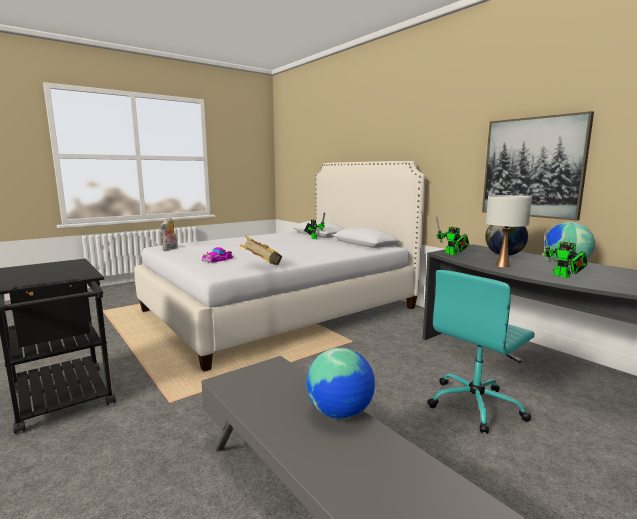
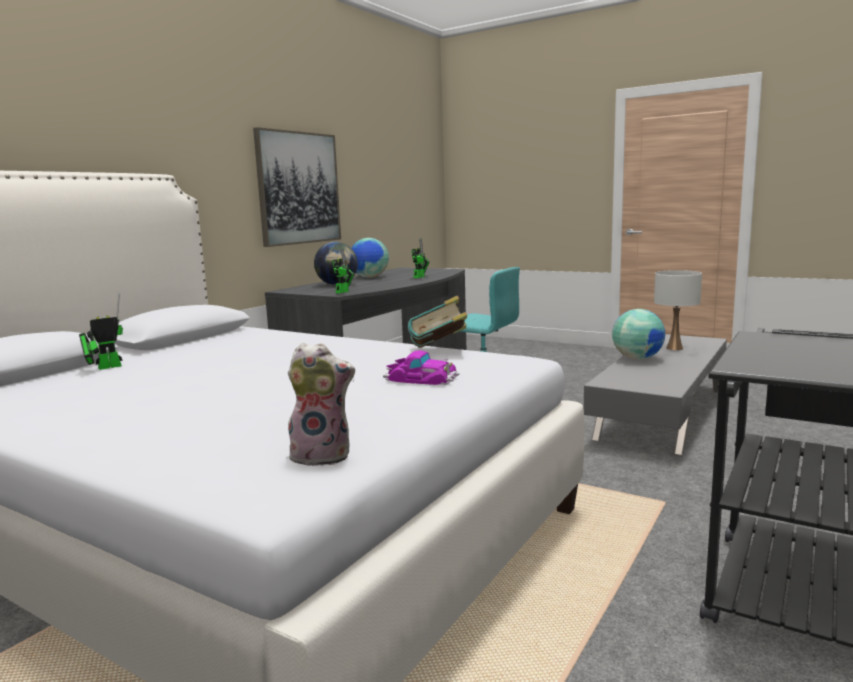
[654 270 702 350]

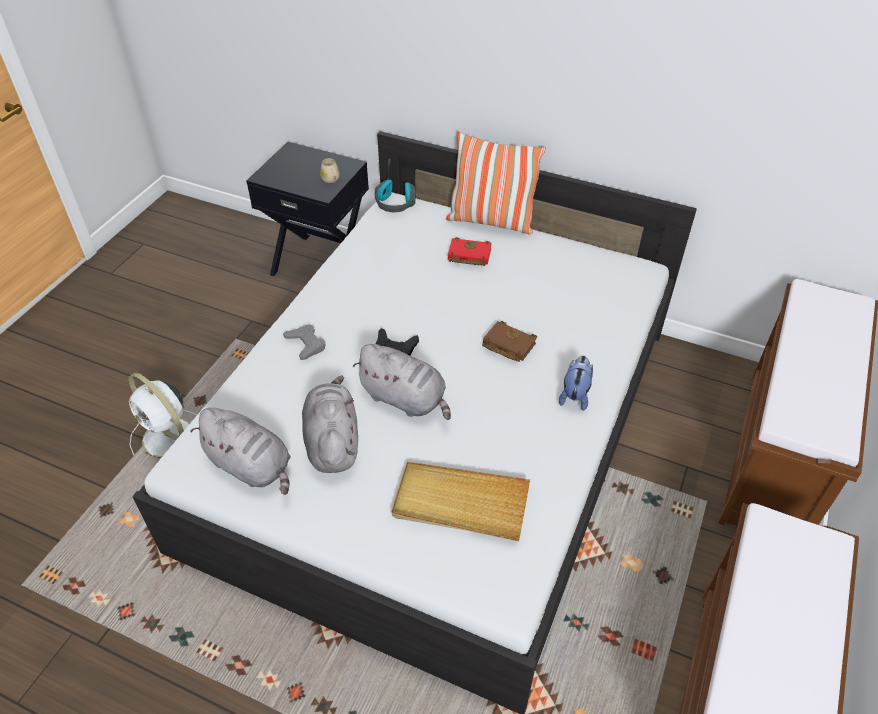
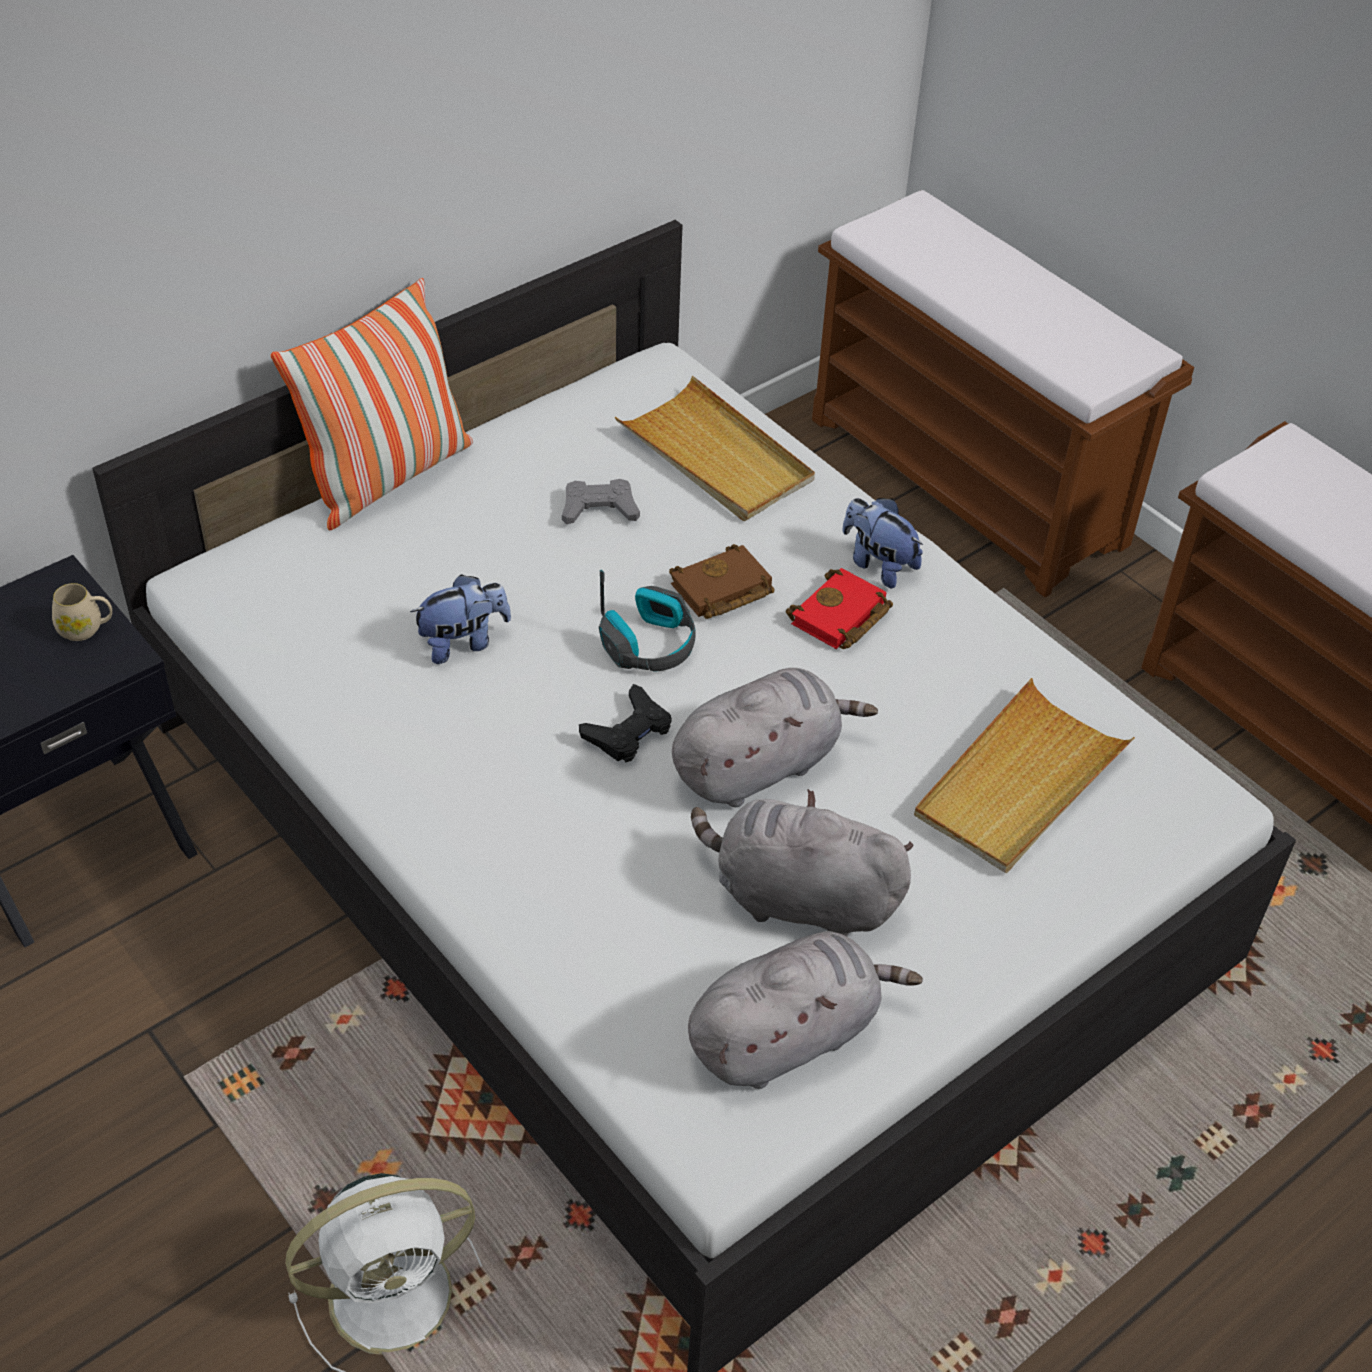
[410 574 511 664]
[562 479 640 524]
[599 570 696 671]
[615 376 815 521]
[786 568 893 649]

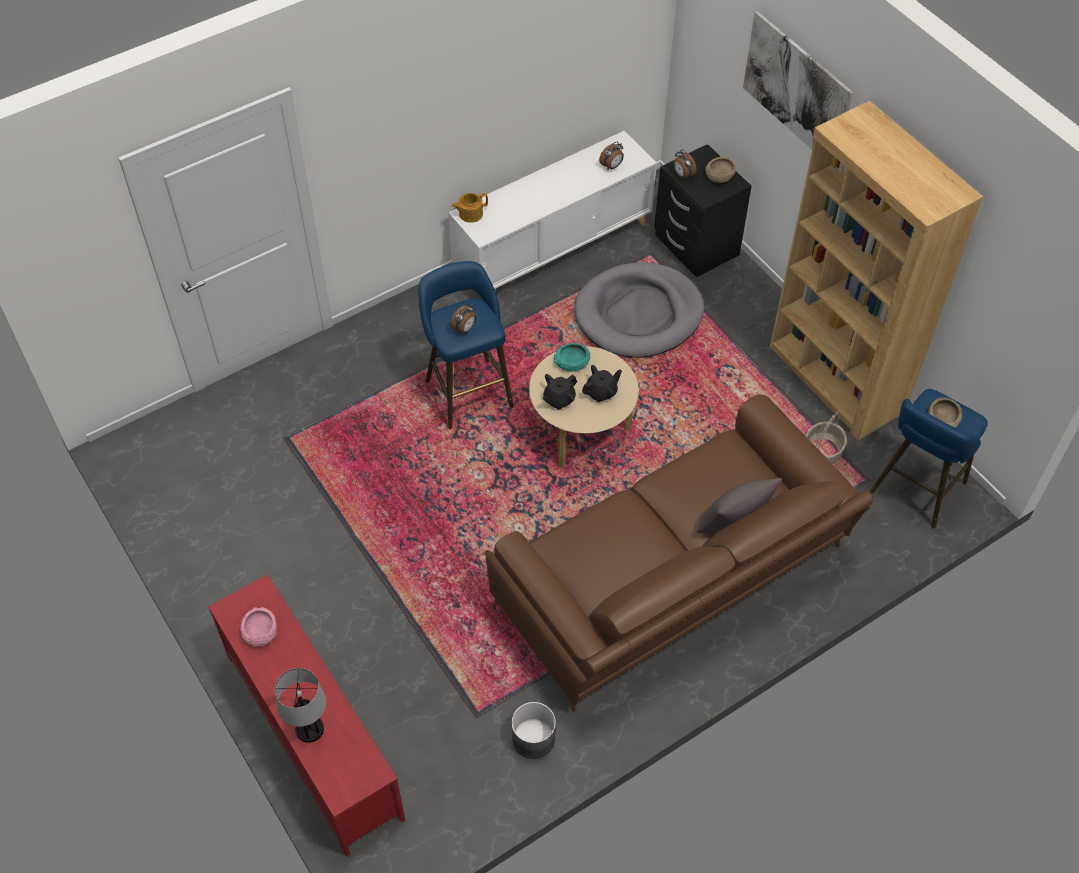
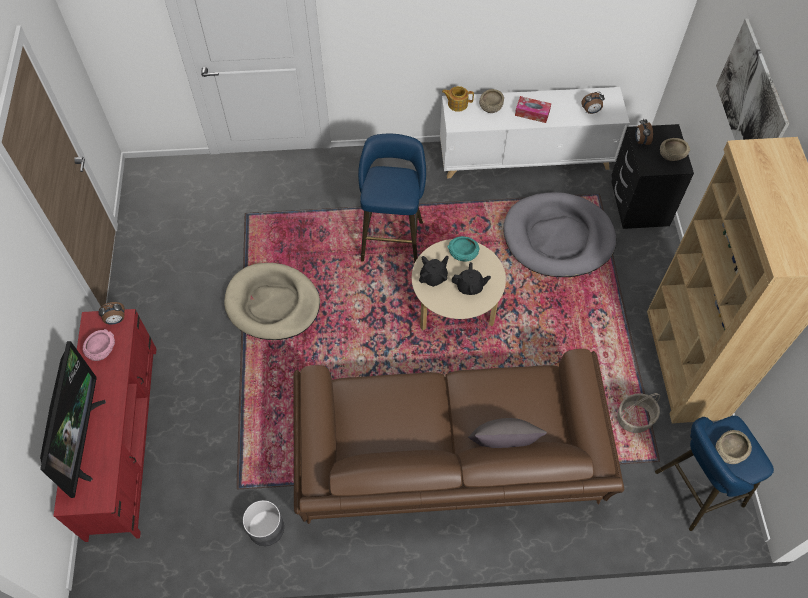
[40 341 106 498]
[99 302 125 325]
[224 263 320 340]
[419 256 449 287]
[479 89 504 113]
[515 96 551 123]

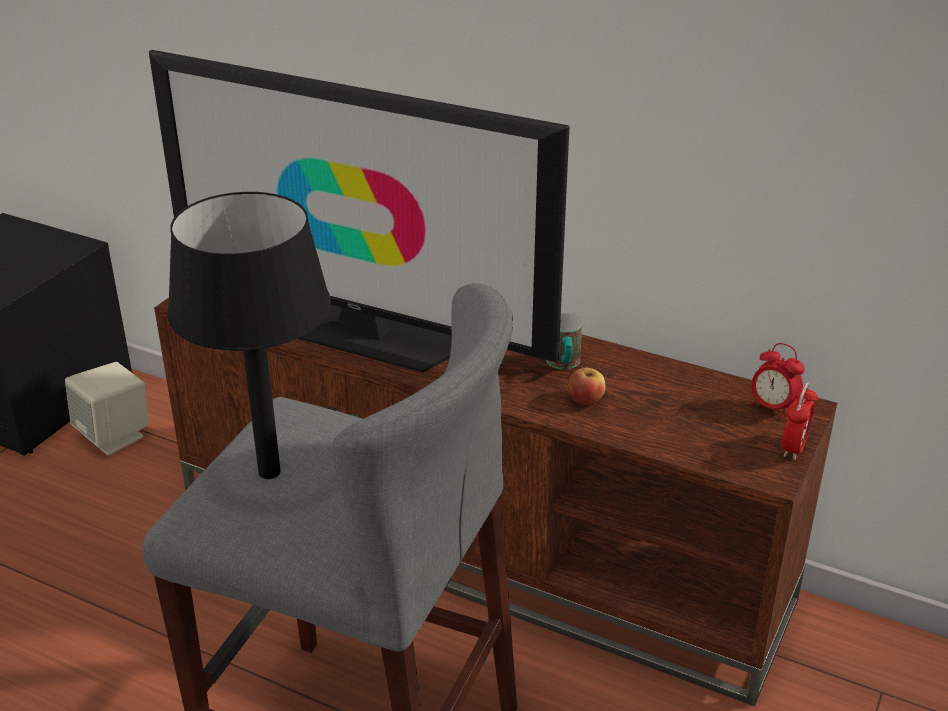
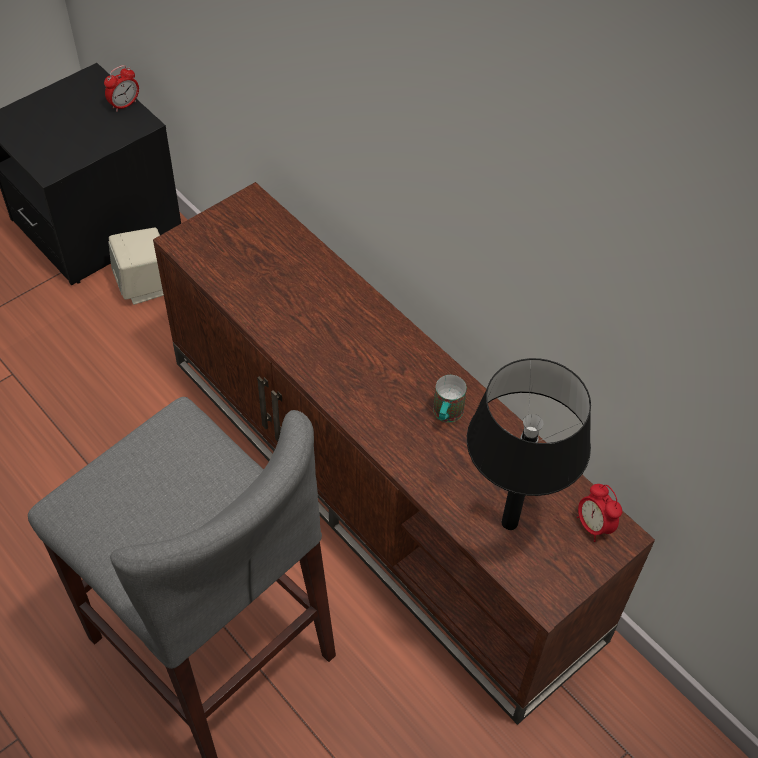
[104 65 139 112]
[467 358 591 530]
[149 50 570 373] (first image)
[568 367 606 405] (first image)

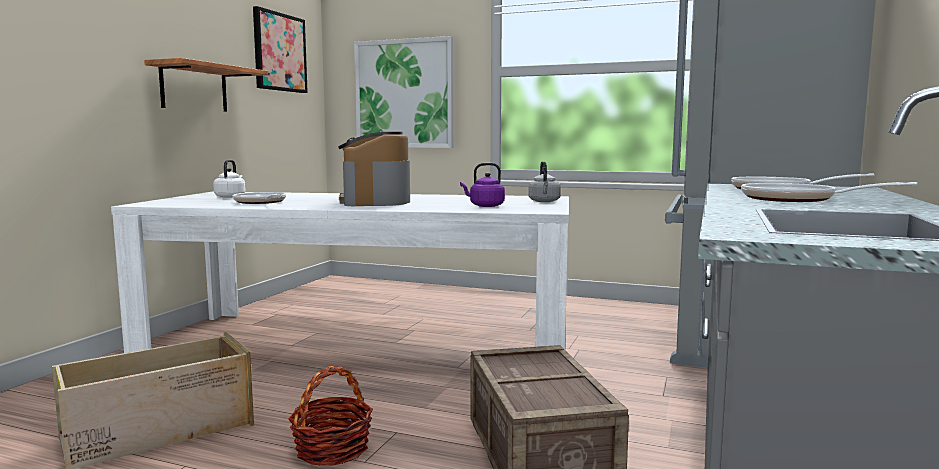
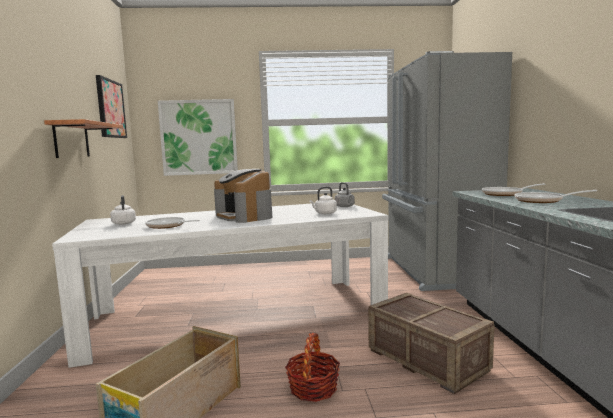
[309 186 337 214]

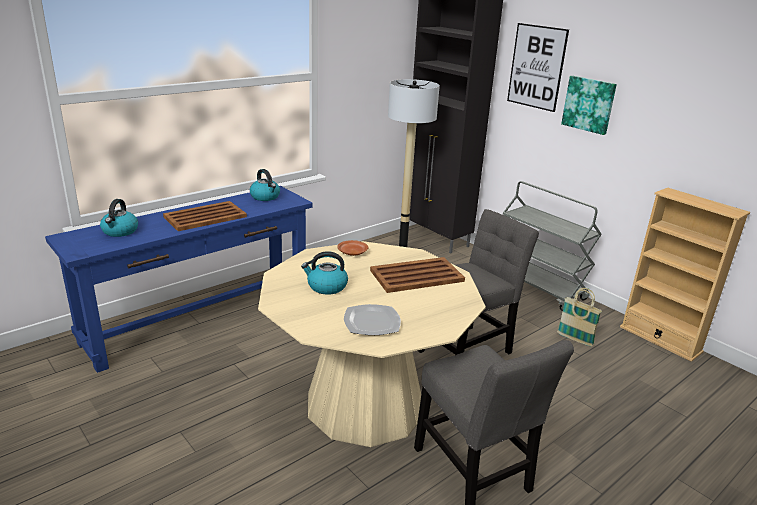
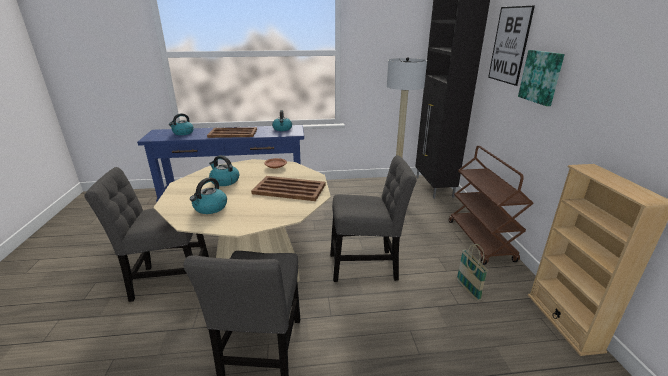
[84 167 209 302]
[190 177 227 214]
[449 146 534 265]

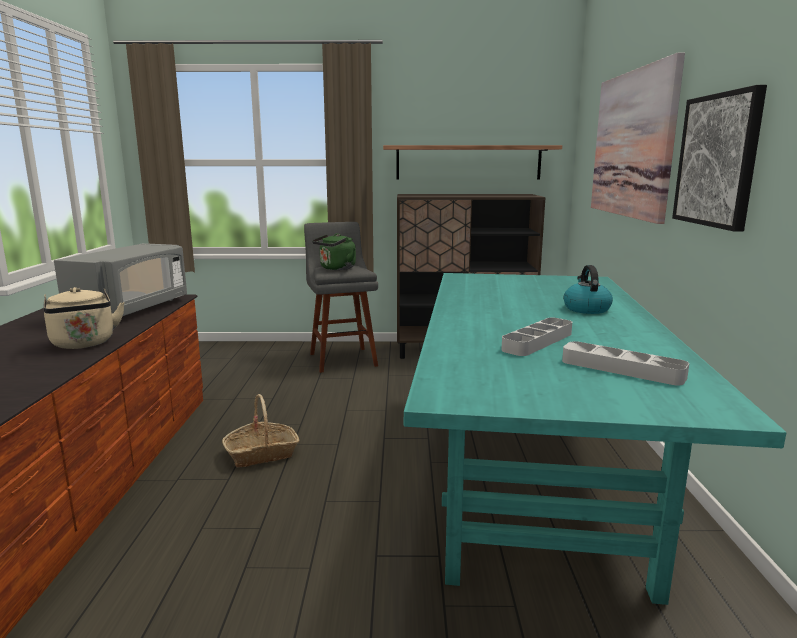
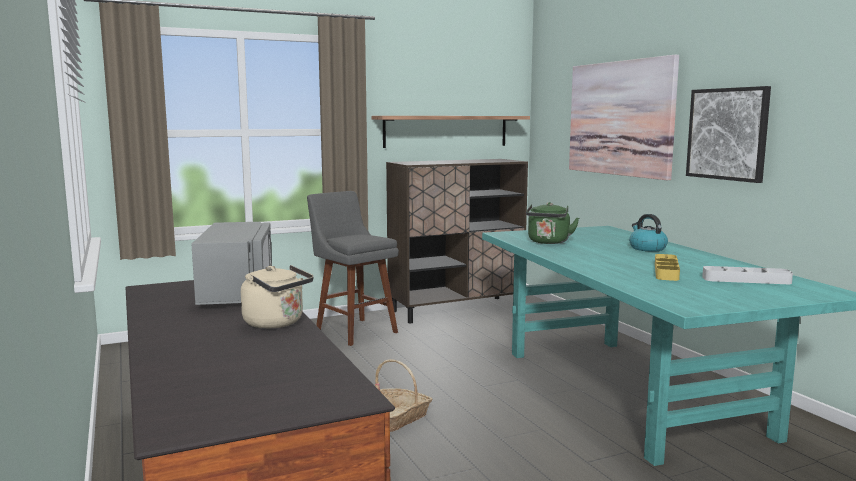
[526 202 579 244]
[655 254 680 281]

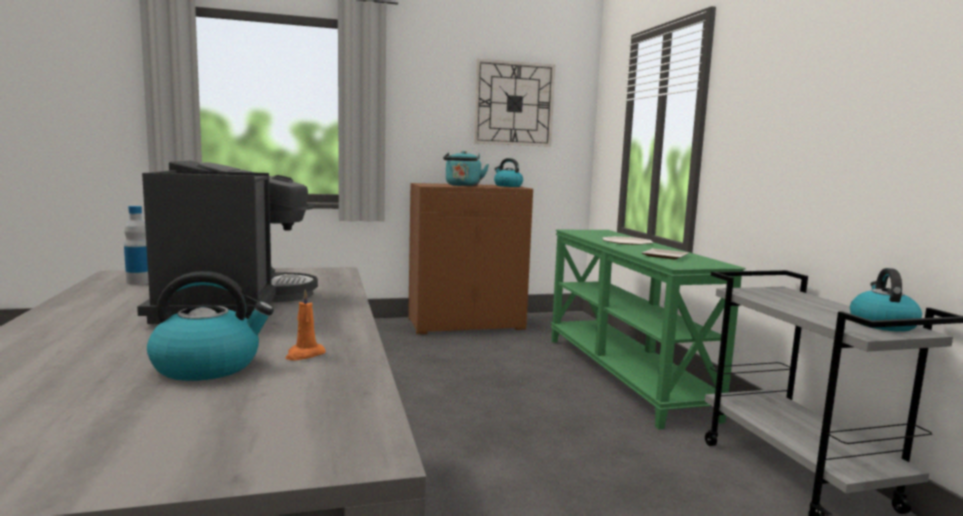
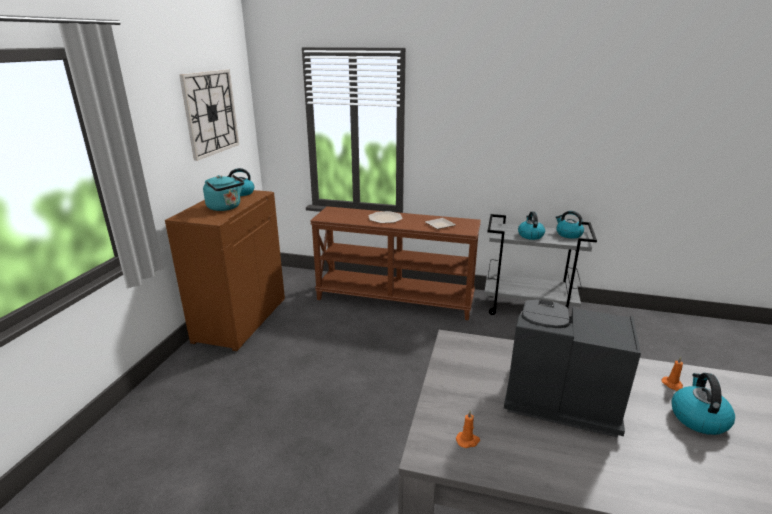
[310 206 481 320]
[456 411 480 448]
[518 212 545 240]

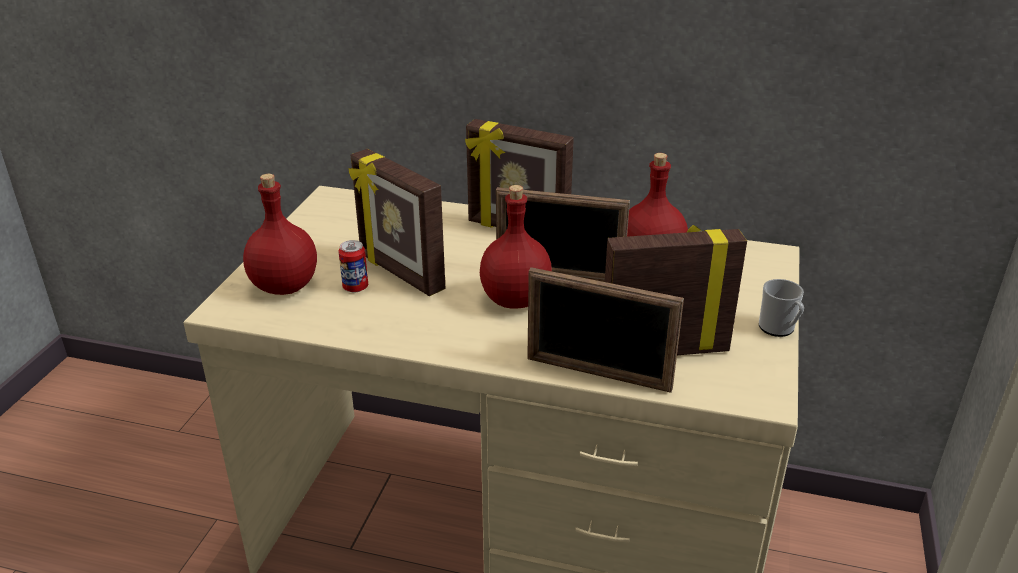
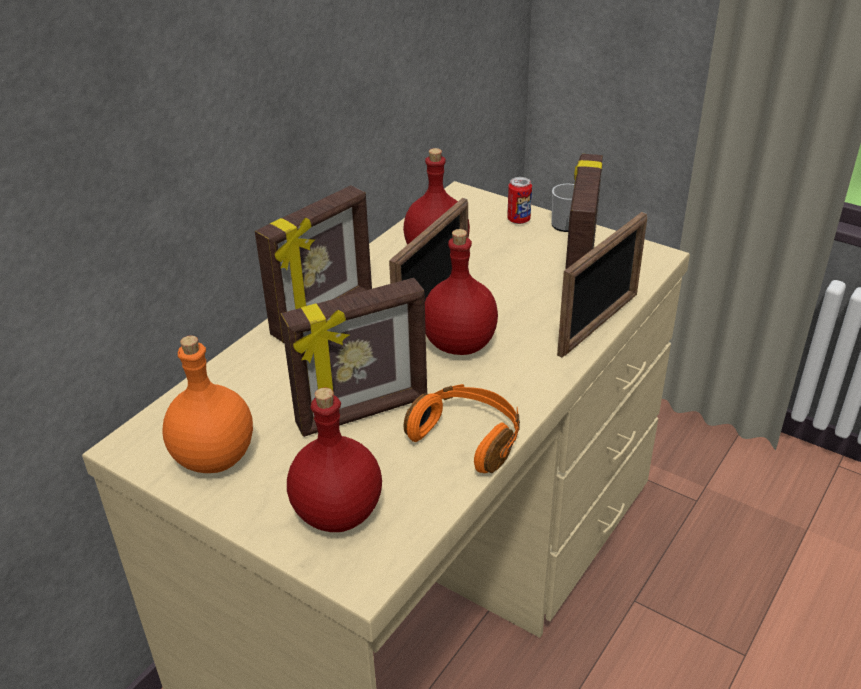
[162 335 253 473]
[404 384 520 473]
[507 177 532 224]

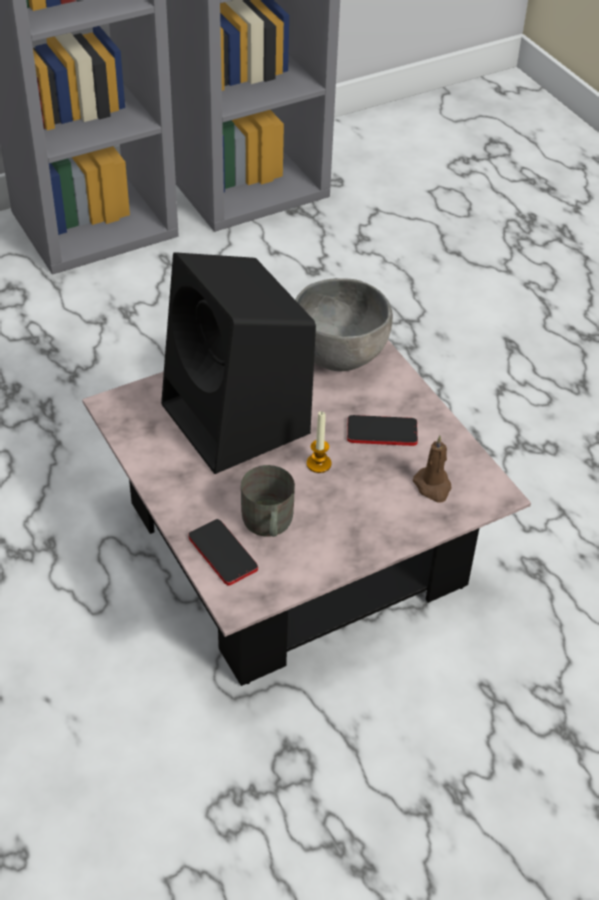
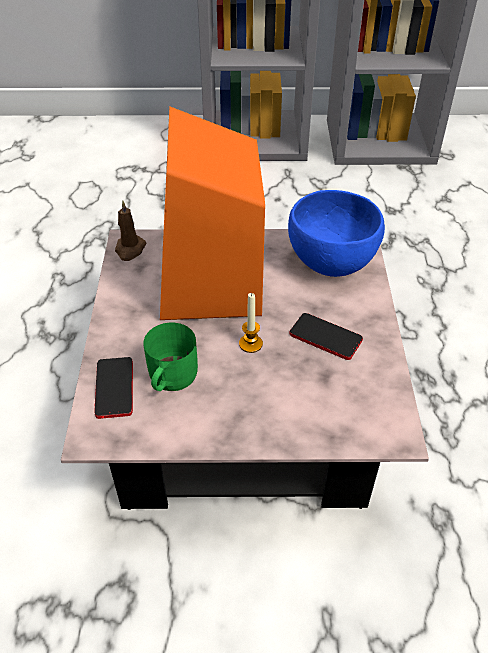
[115 201 147 261]
[144 323 198 391]
[160 106 265 320]
[288 190 385 277]

